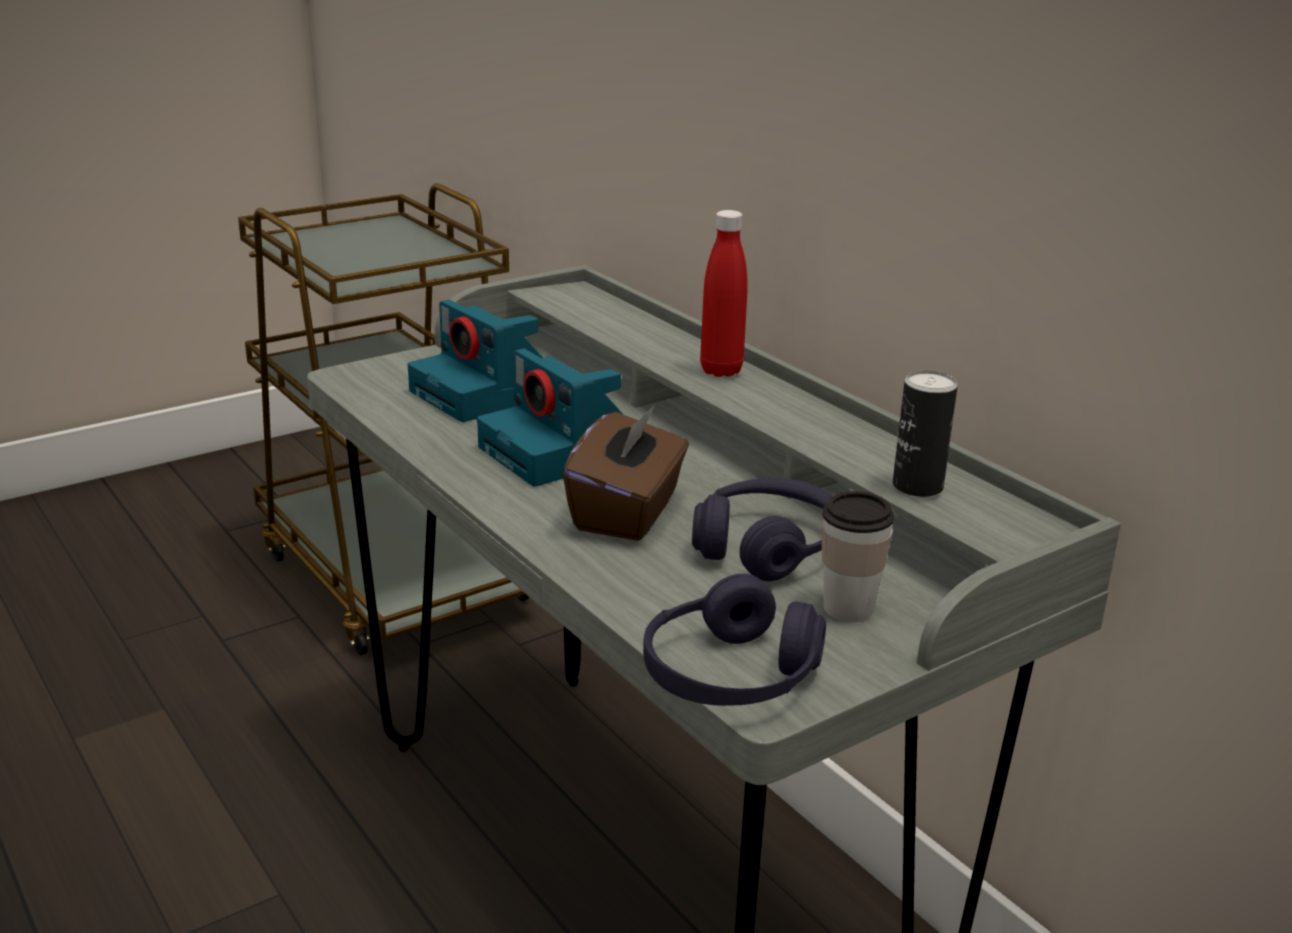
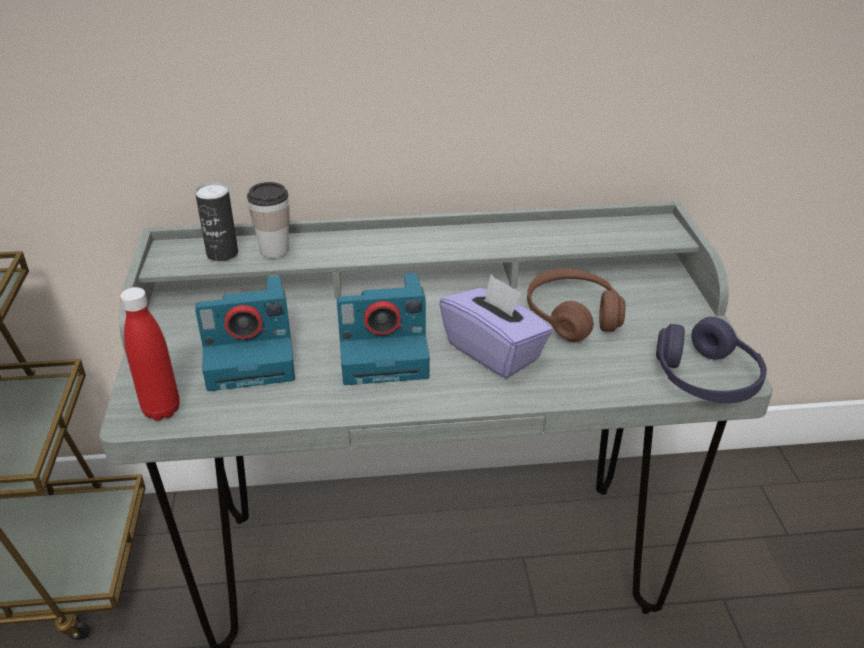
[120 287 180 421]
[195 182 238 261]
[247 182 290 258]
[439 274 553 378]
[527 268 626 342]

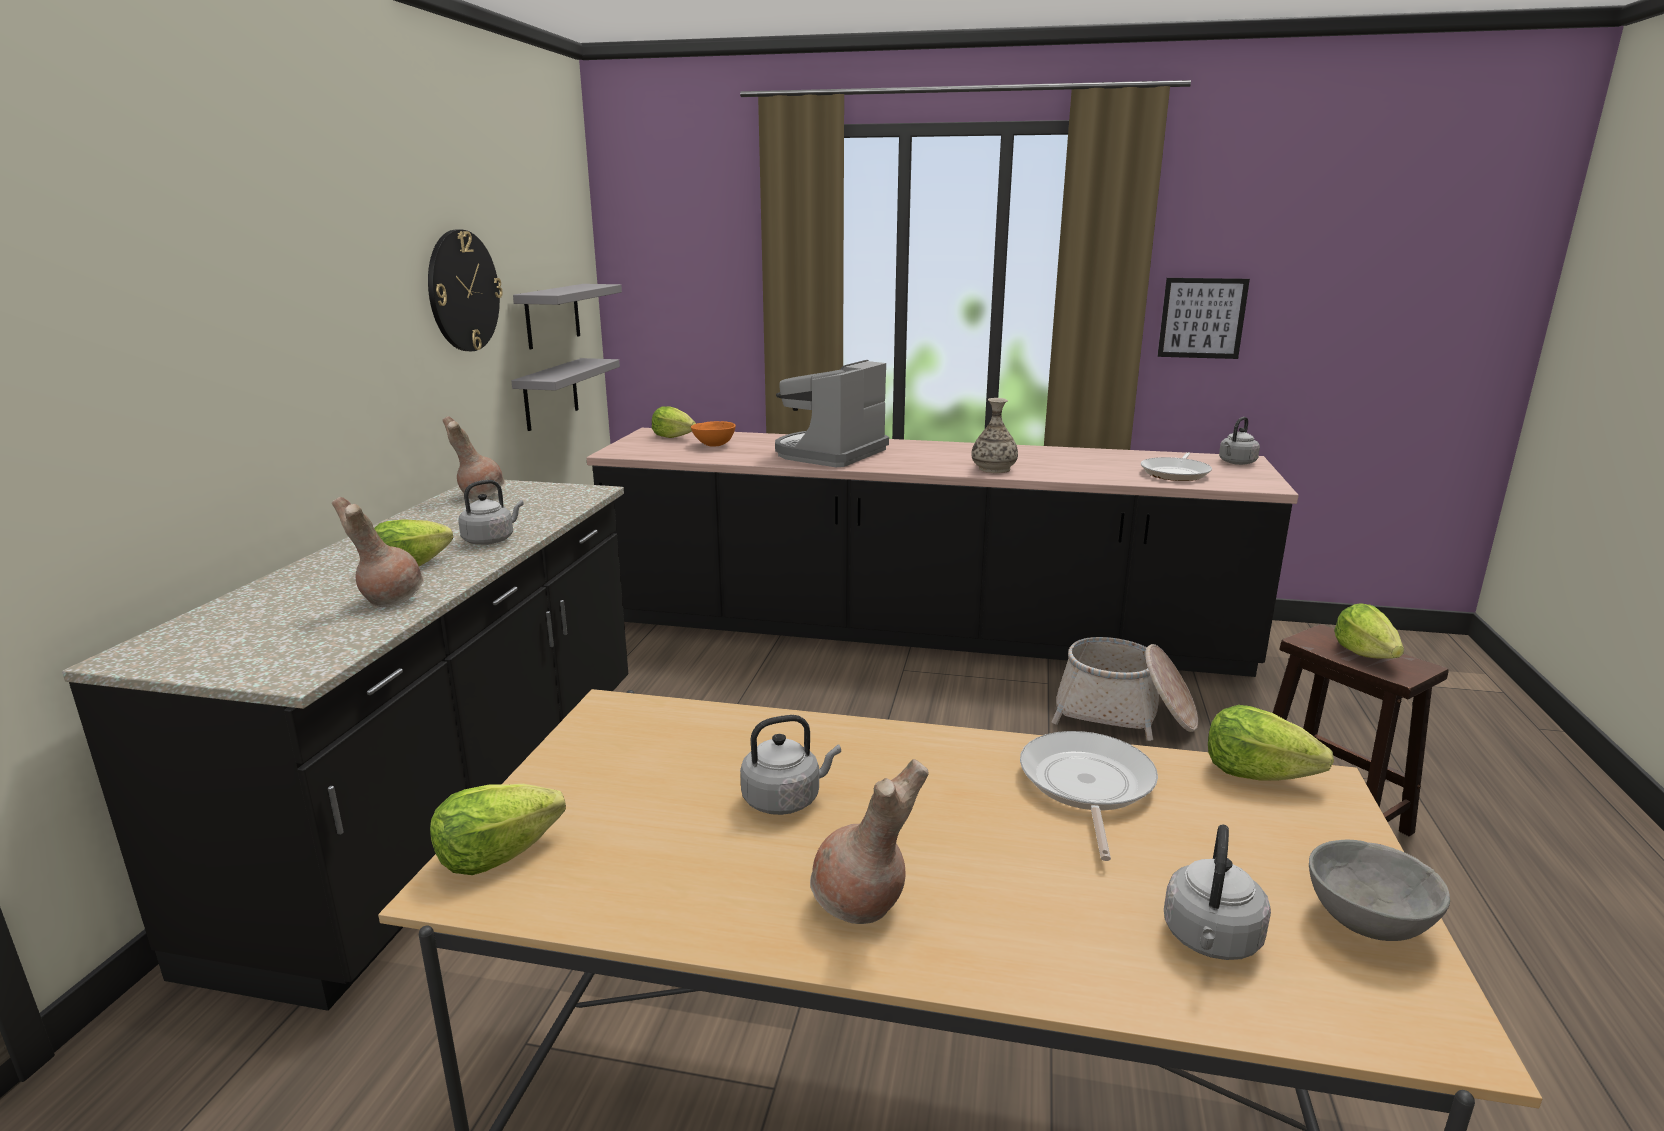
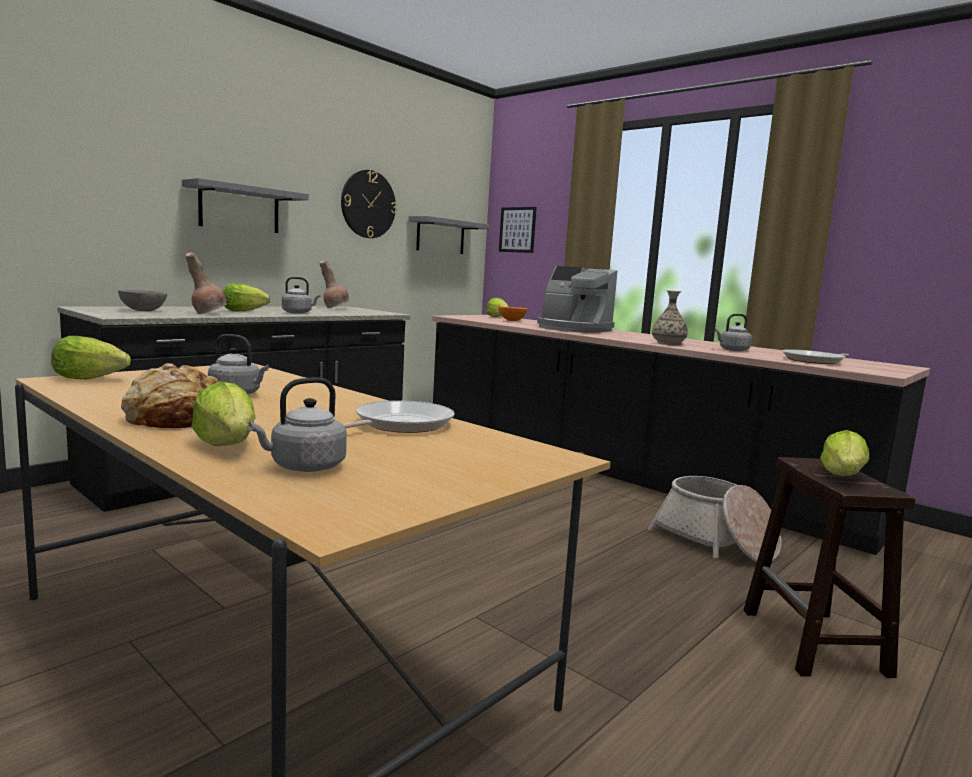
[118 289 167 311]
[121 363 219 428]
[182 178 309 233]
[192 381 255 446]
[499 207 537 253]
[537 266 617 333]
[715 314 752 351]

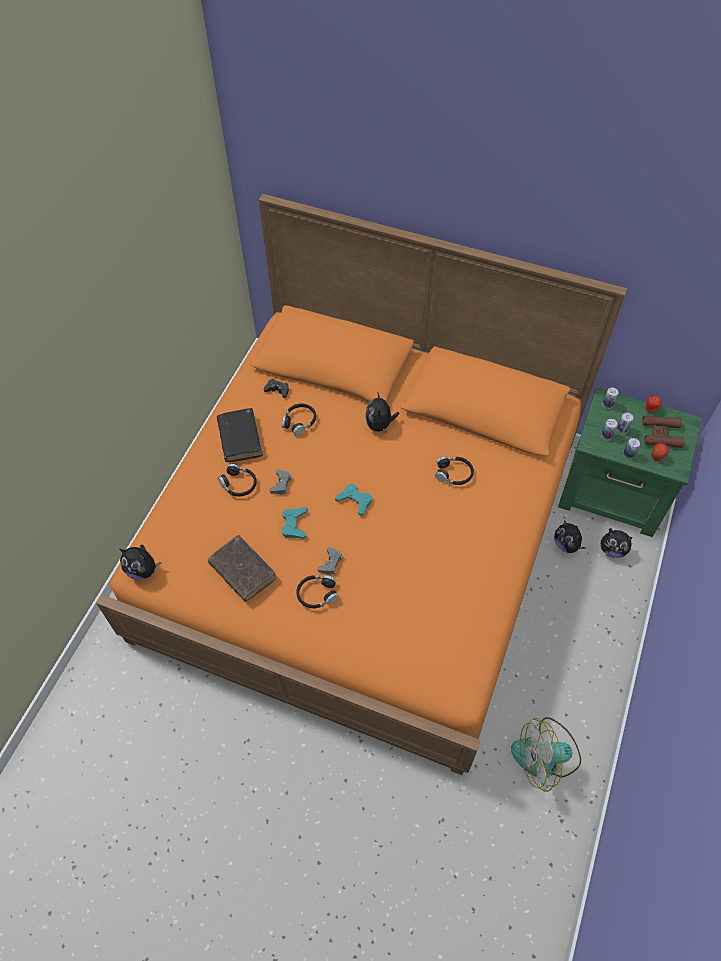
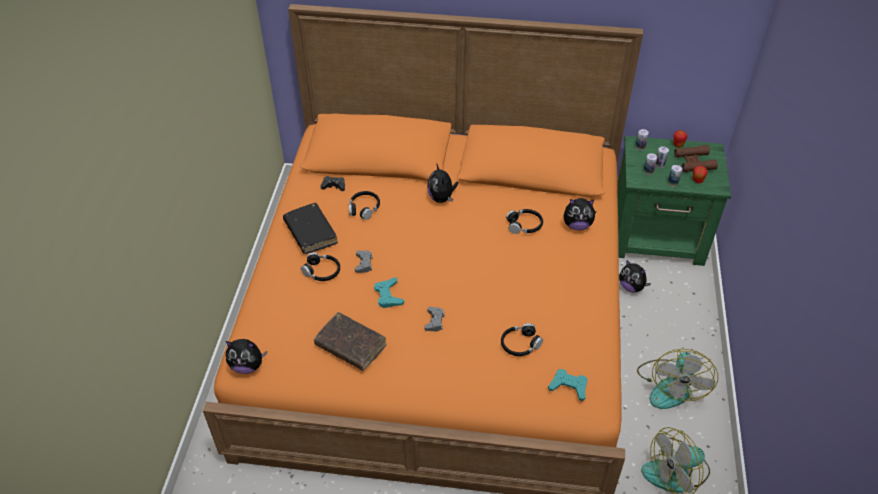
[501 323 543 356]
[548 369 588 401]
[563 198 596 230]
[637 349 718 409]

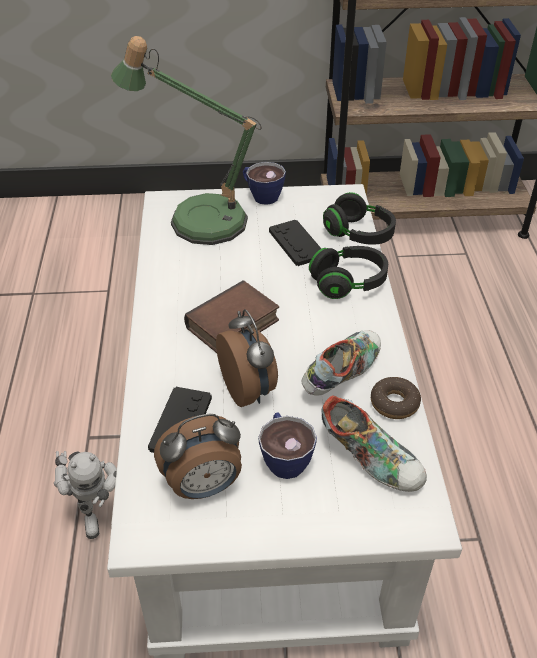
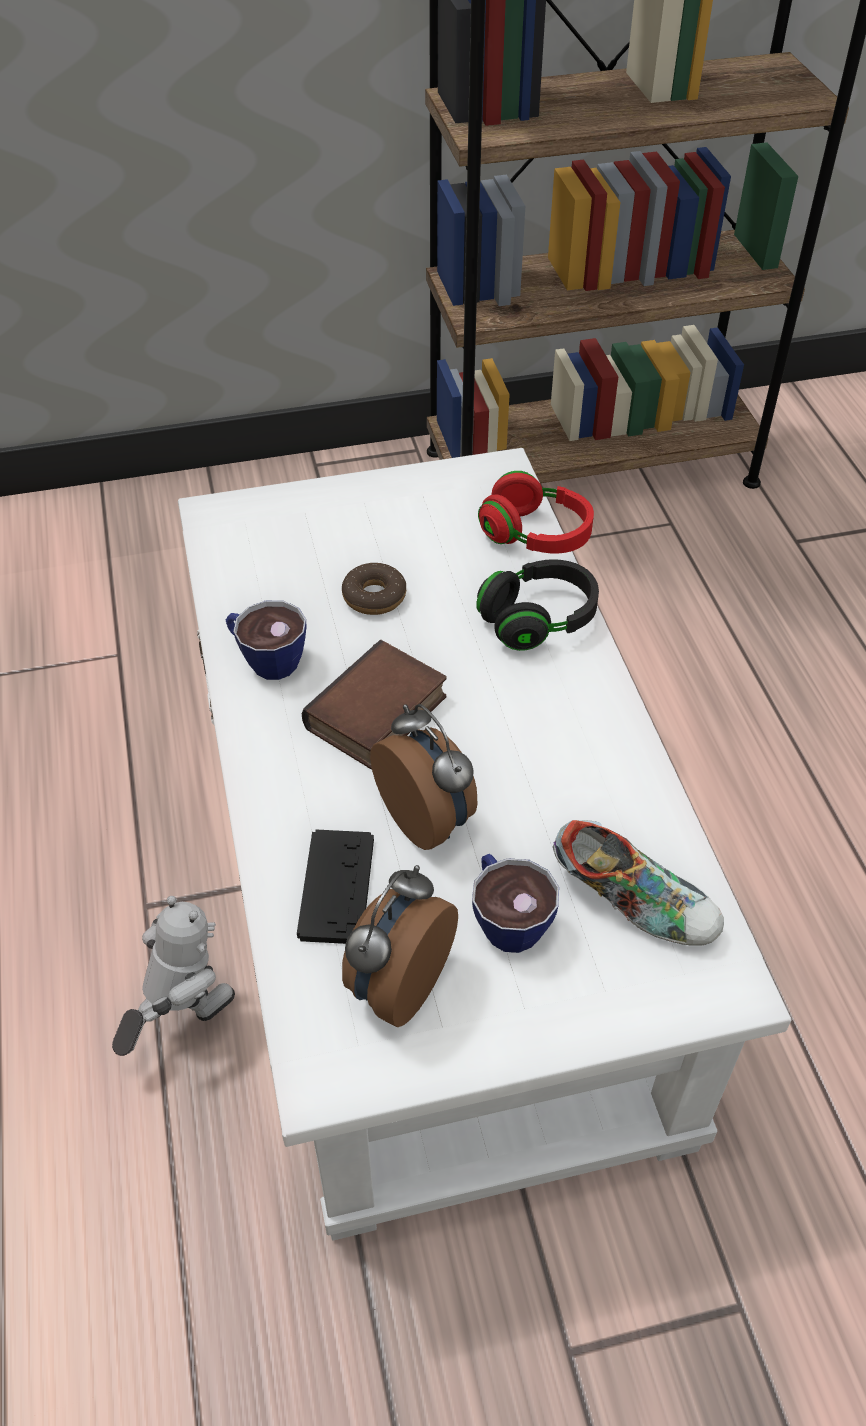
[112 896 235 1056]
[226 601 306 680]
[342 563 406 615]
[342 865 458 1027]
[478 471 594 553]
[111 36 262 245] (first image)
[269 220 321 266] (first image)
[301 330 381 396] (first image)

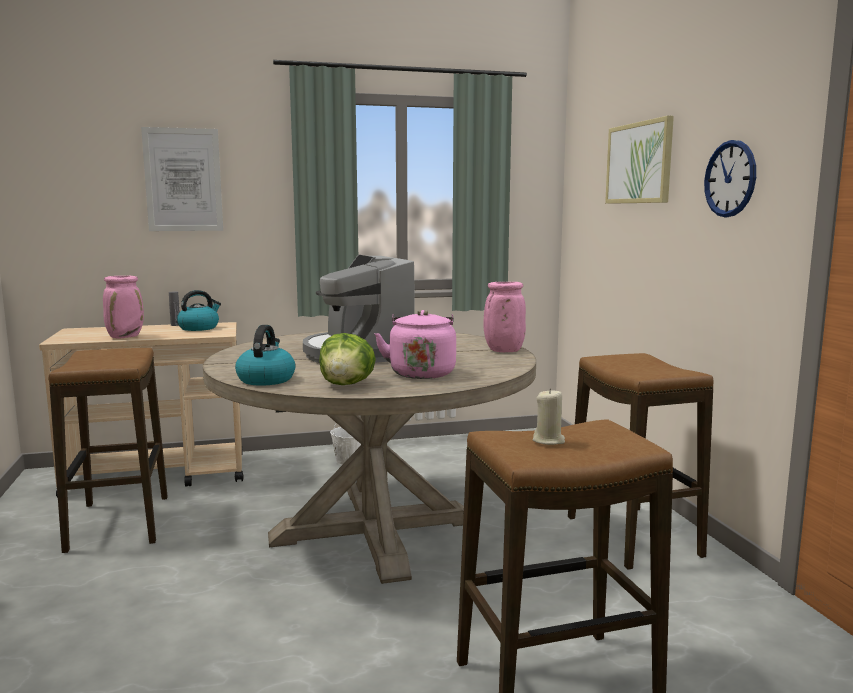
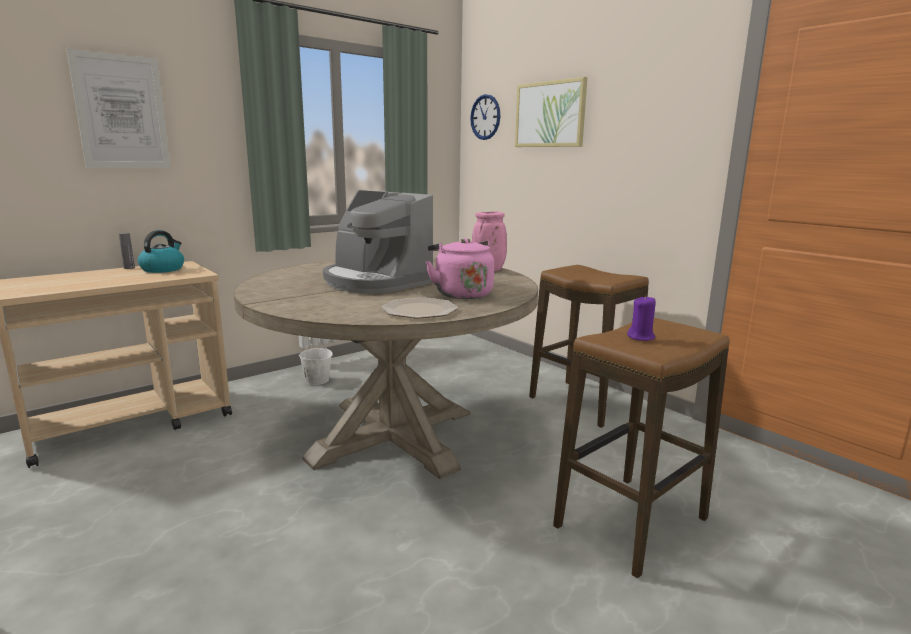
[381 297 458 319]
[470 94 501 140]
[627 296 656 341]
[48 348 168 553] (first image)
[103 276 144 338] (first image)
[235 325 296 386] (first image)

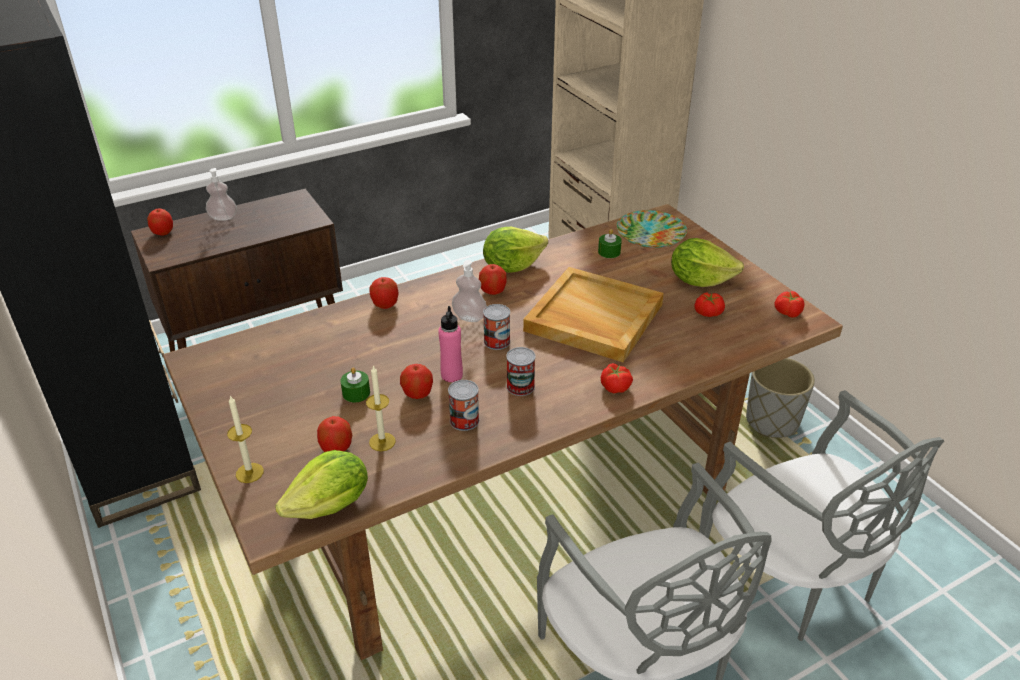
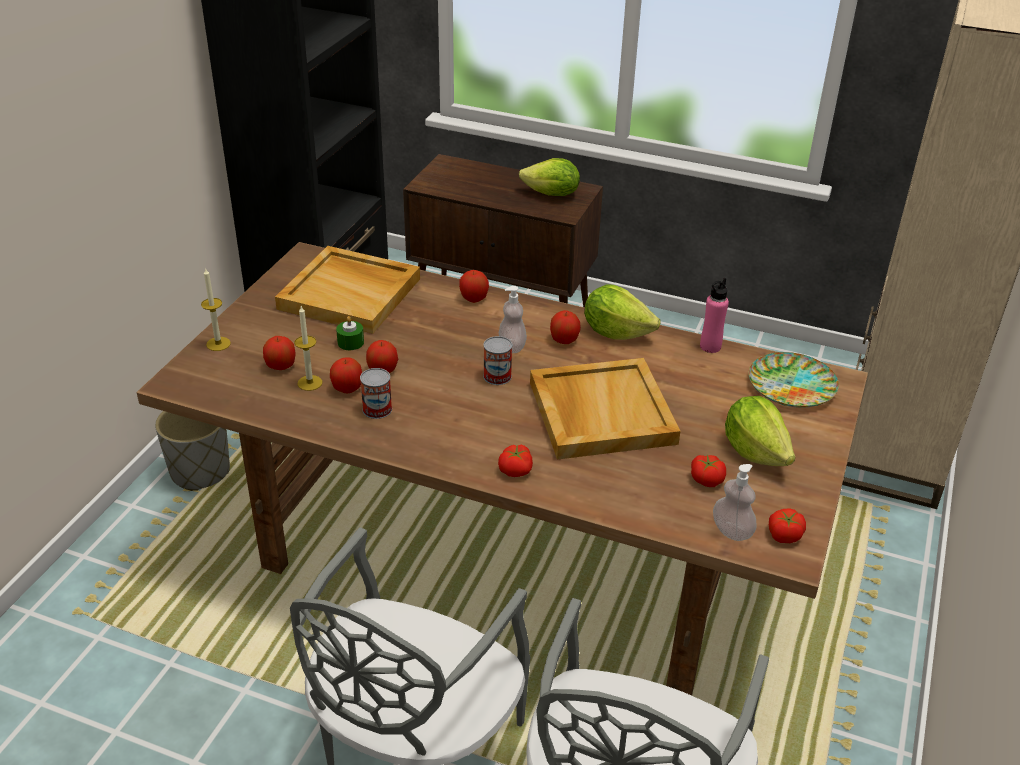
[155 411 230 491]
[275 246 420 334]
[330 358 362 393]
[519 158 580 196]
[700 278 729 353]
[713 464 757 541]
[506 347 536 396] (first image)
[598 229 622 258] (first image)

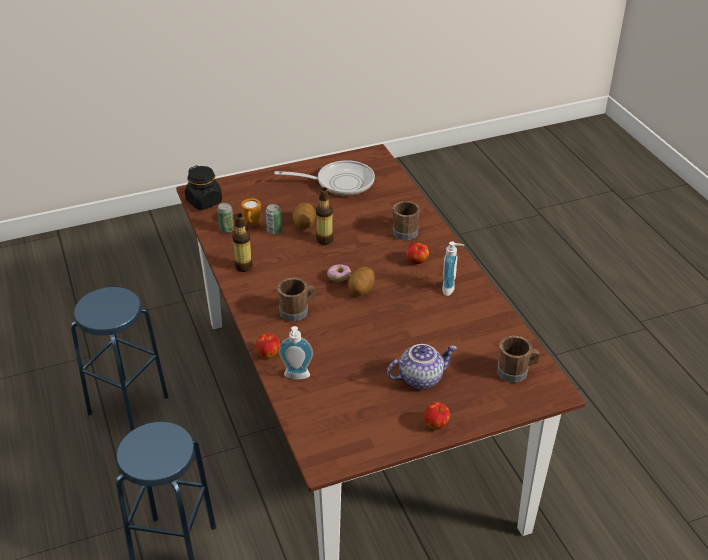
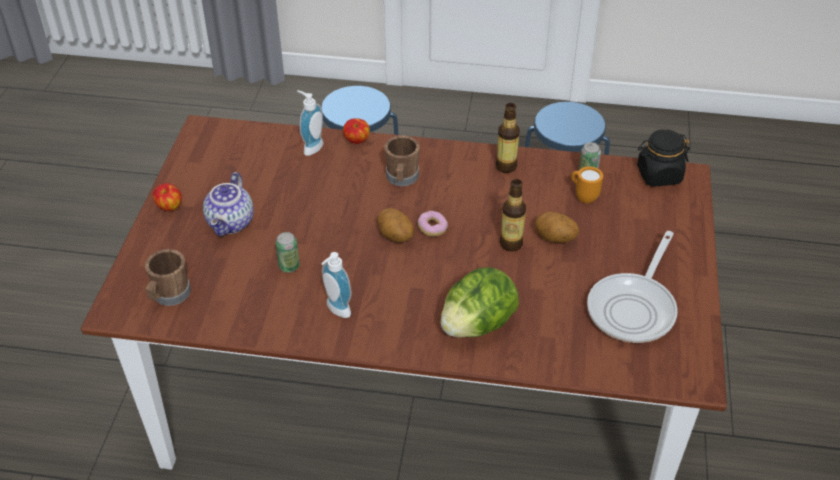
[276 232 300 273]
[440 267 519 338]
[406 243 429 264] (first image)

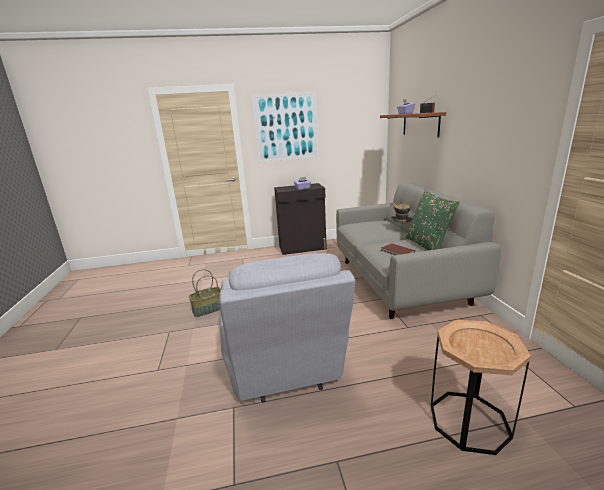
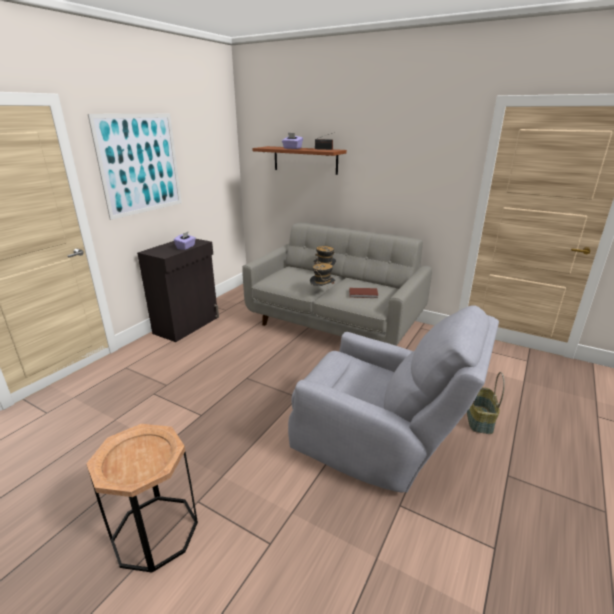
[86 424 198 573]
[310 261 335 286]
[467 372 505 434]
[405 190 460 251] (first image)

